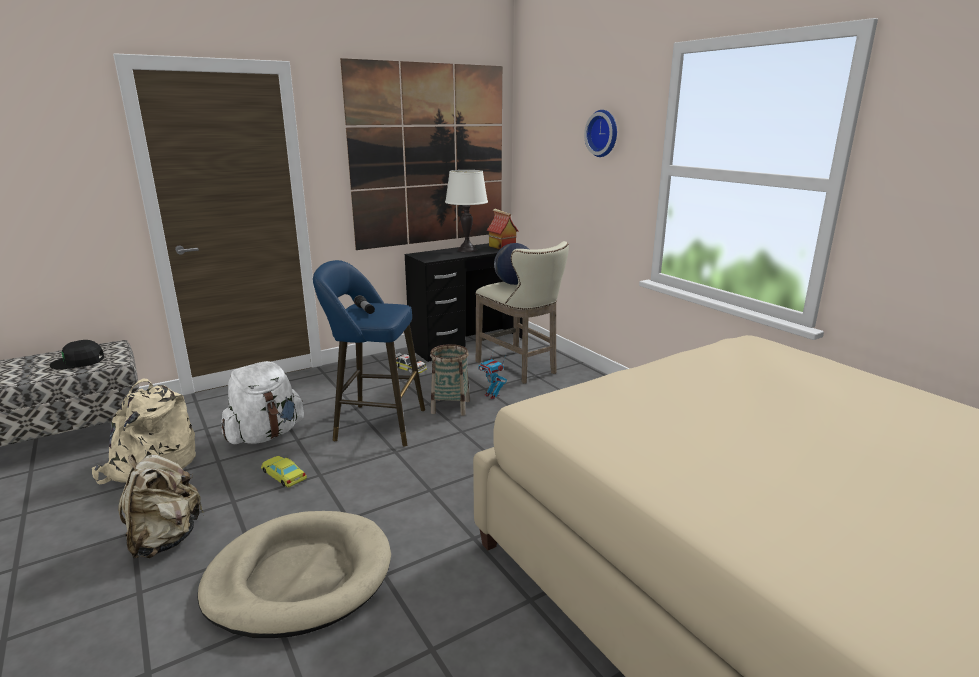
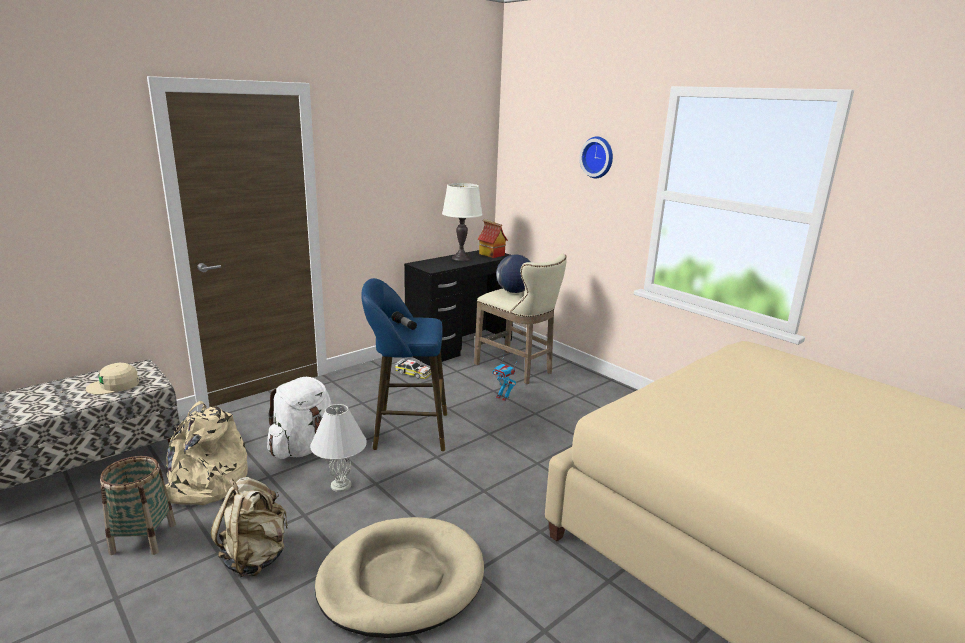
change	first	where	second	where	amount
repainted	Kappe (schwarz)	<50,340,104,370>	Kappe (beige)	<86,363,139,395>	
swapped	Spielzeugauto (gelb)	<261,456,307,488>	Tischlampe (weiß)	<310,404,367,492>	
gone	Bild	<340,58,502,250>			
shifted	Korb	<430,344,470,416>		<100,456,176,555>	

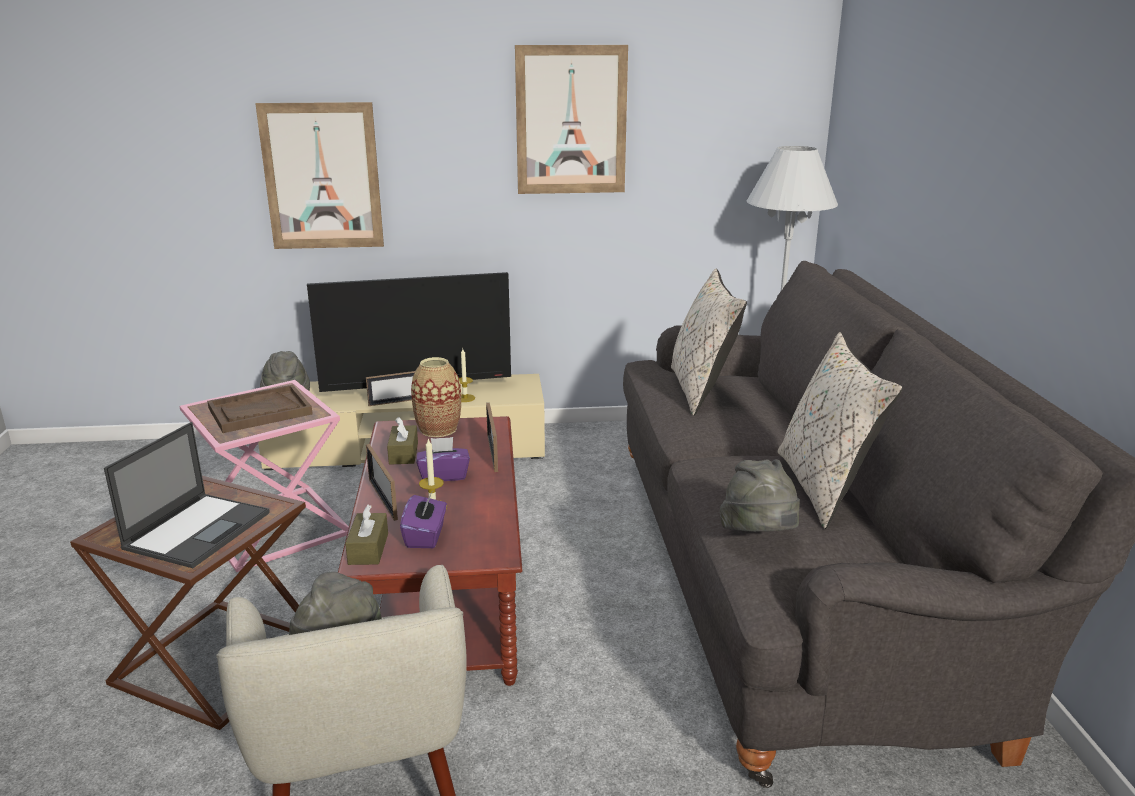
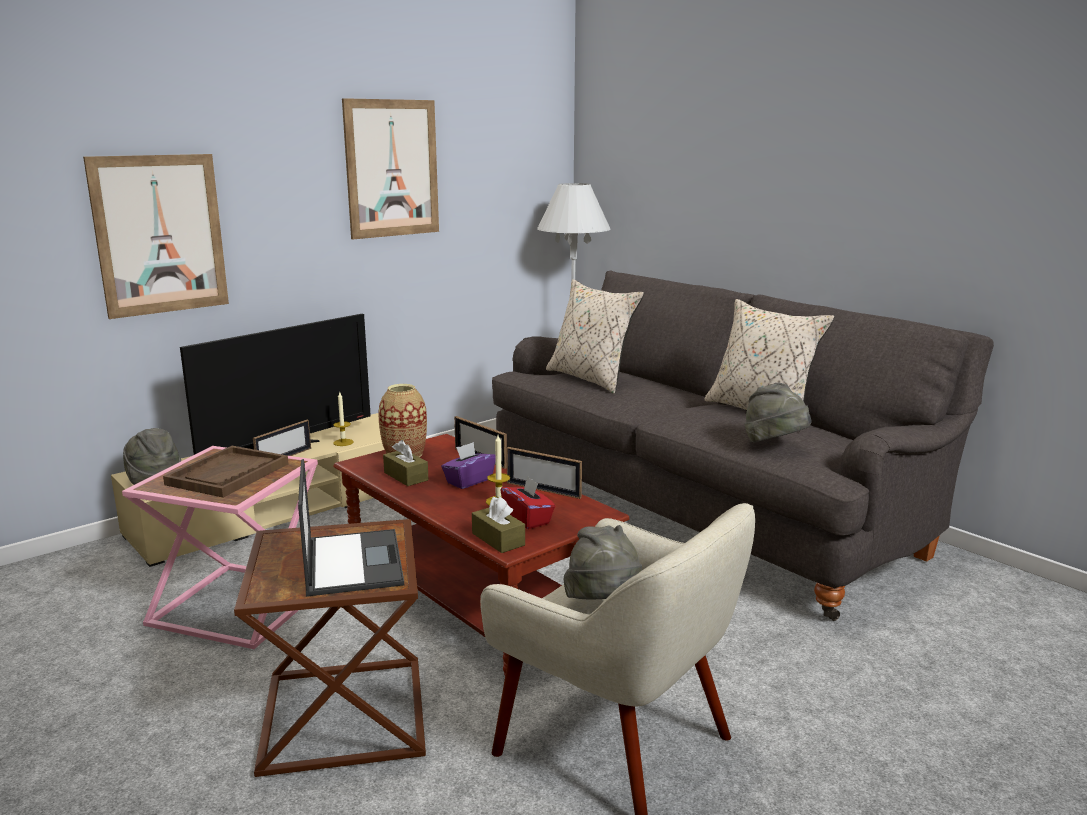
change	first	where	second	where	amount
shifted	Bilderrahmen	<366,444,398,521>		<507,447,582,499>	
repainted	Taschentuchbox (lila)	<400,492,447,548>	Taschentuchbox (rot)	<501,476,555,529>	

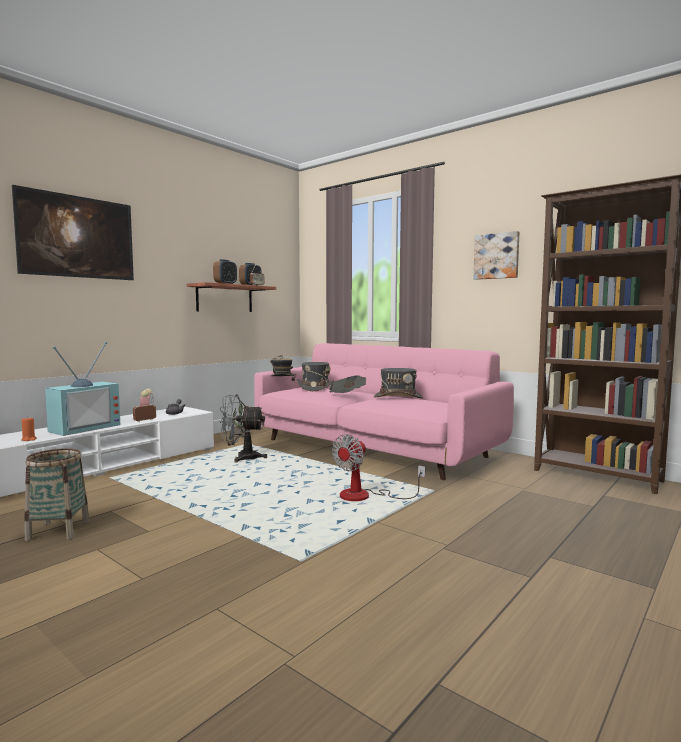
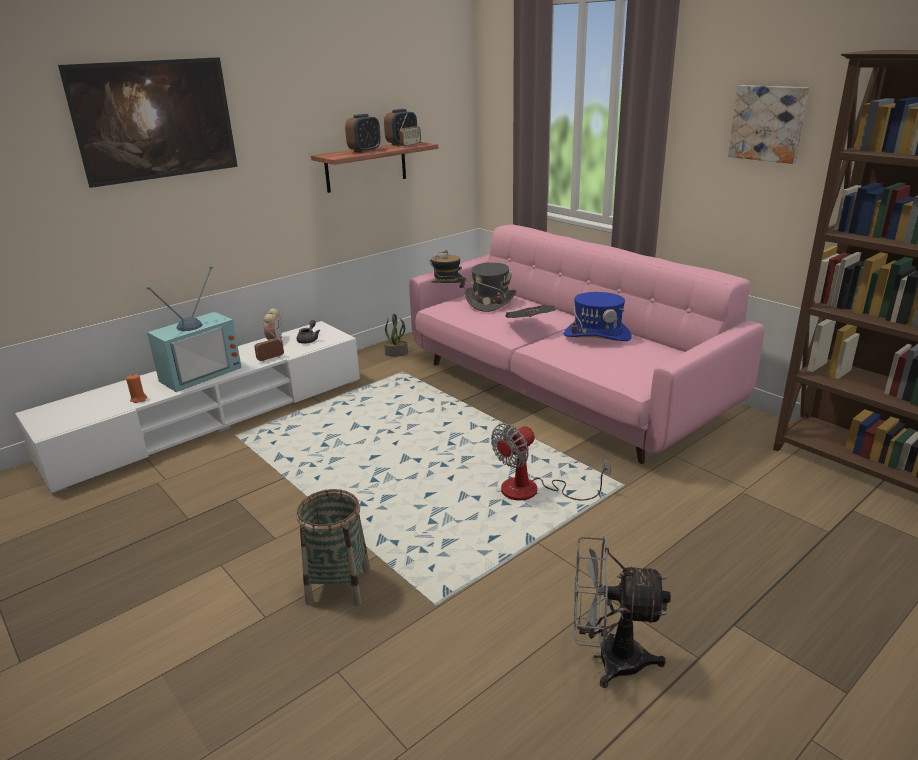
change	first	where	second	where	amount
shifted	Korb	<24,448,90,541>		<296,489,370,606>	
shifted	Ventilator (grau)	<219,394,267,463>		<574,535,671,688>	
repainted	Hut (grau)	<374,368,423,399>	Hut (blau)	<564,292,632,341>	

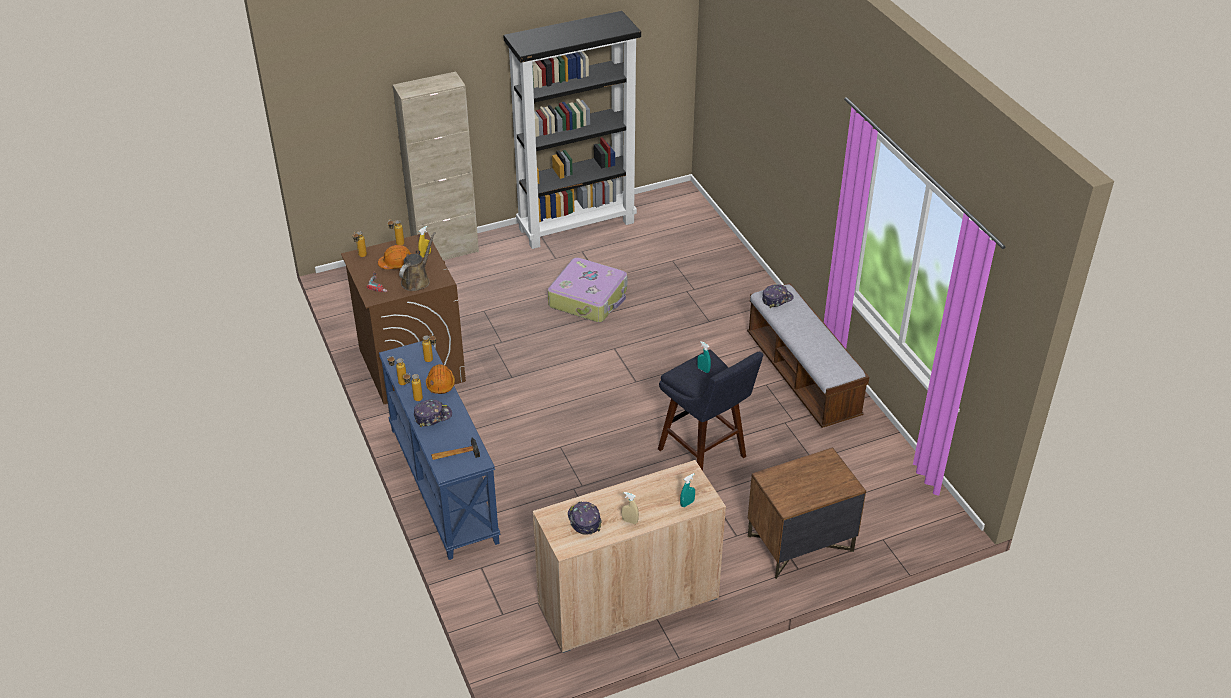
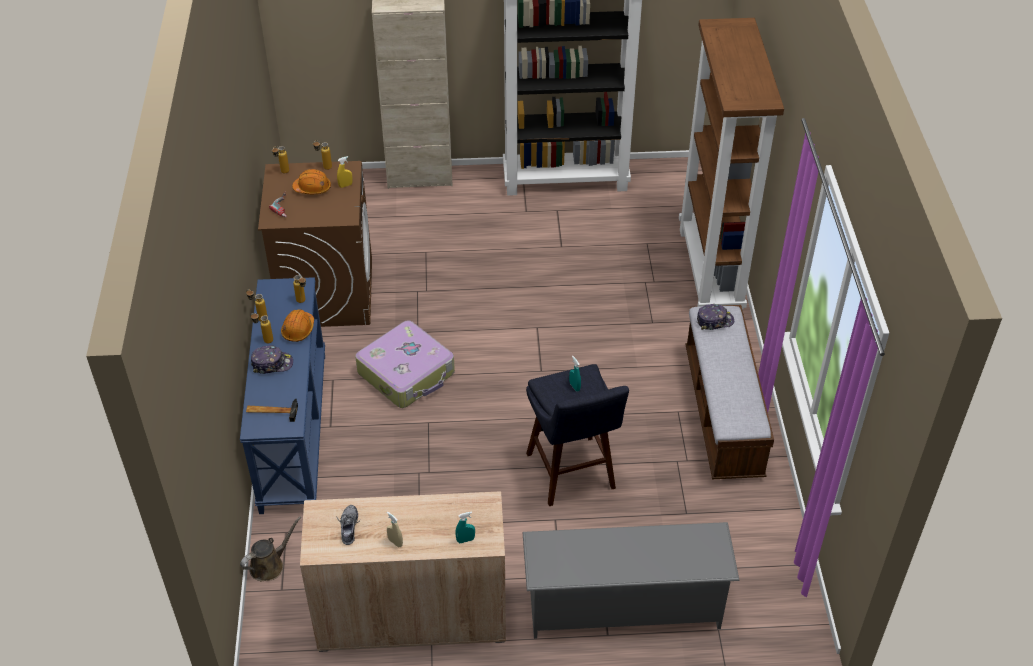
change	first	where	second	where	amount
shifted	Gießkanne (braun)	<399,232,436,291>		<240,516,301,581>	
shifted	Koffer	<548,258,627,322>		<355,320,455,408>	
swapped	Kappe	<568,502,602,535>	Schuh	<336,505,358,545>	
swapped	Nachttisch (braun)	<748,447,866,579>	Schuhregal (grau)	<522,522,740,639>	
new			Bücherregal (braun)	<679,18,784,310>	

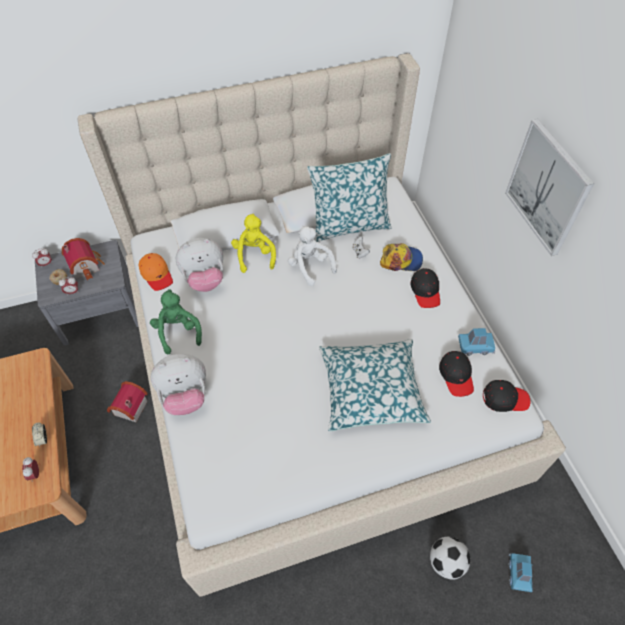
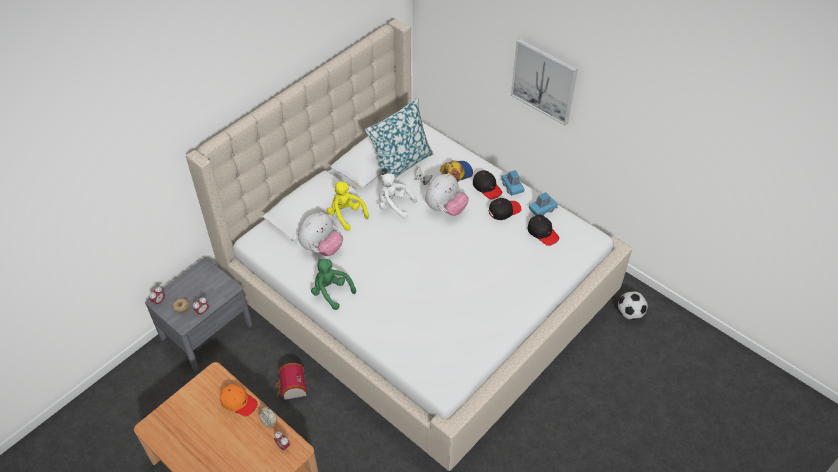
change	first	where	second	where	amount
gone	Spielzeughaus	<62,238,105,280>			
shifted	Kappe (orange)	<139,253,173,291>		<220,384,257,416>	
shifted	Plüschtier	<151,354,206,415>		<425,173,469,216>	
gone	Kissen	<319,339,431,431>			
shifted	Fußball	<430,537,470,580>		<618,291,648,320>	
shifted	Kappe (schwarz)	<483,380,531,412>		<489,198,521,220>	
shifted	Spielzeugauto (blau)	<508,553,532,592>		<501,170,524,196>	

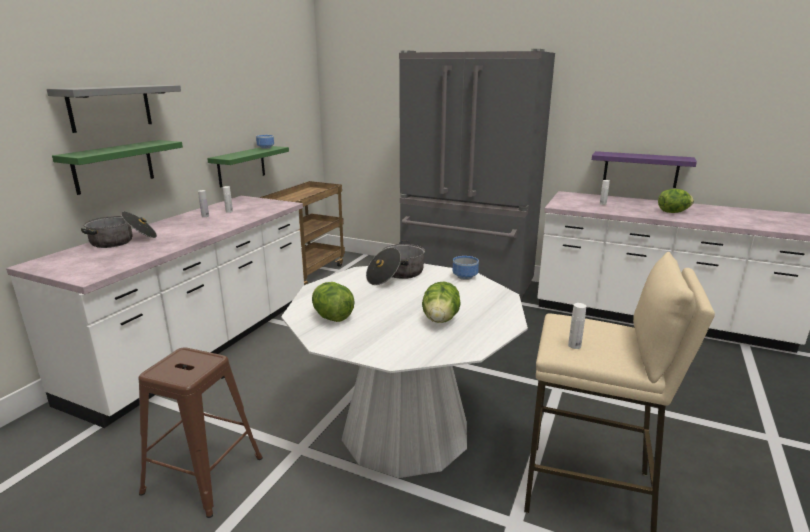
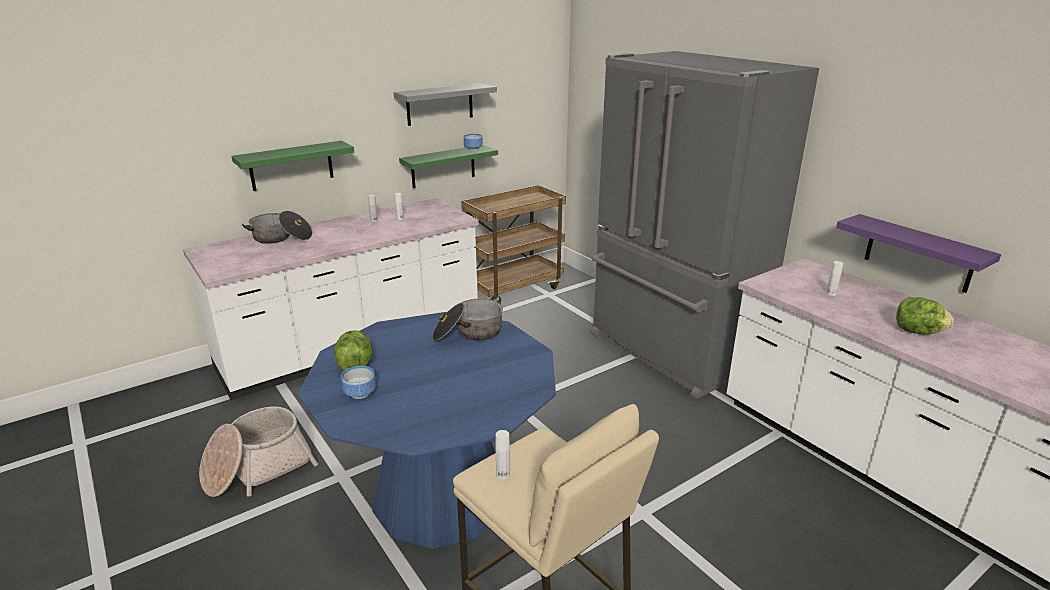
change	first	where	second	where	amount
shifted	Wandregal (grau)	<47,85,181,133>		<394,83,497,126>	
swapped	Hocker (braun)	<138,347,263,518>	Korb	<199,406,318,497>	
repainted	Esstisch (weiß)	<281,264,528,478>	Esstisch (blau)	<297,312,556,549>	
gone	Salatkopf	<422,282,461,323>			
shifted	Schüssel	<452,256,479,280>		<341,366,376,399>	

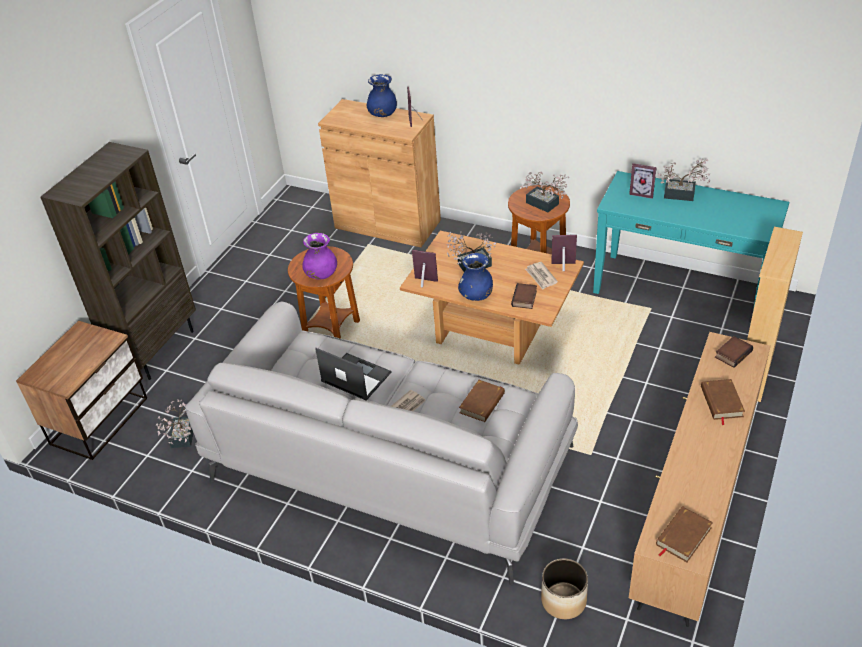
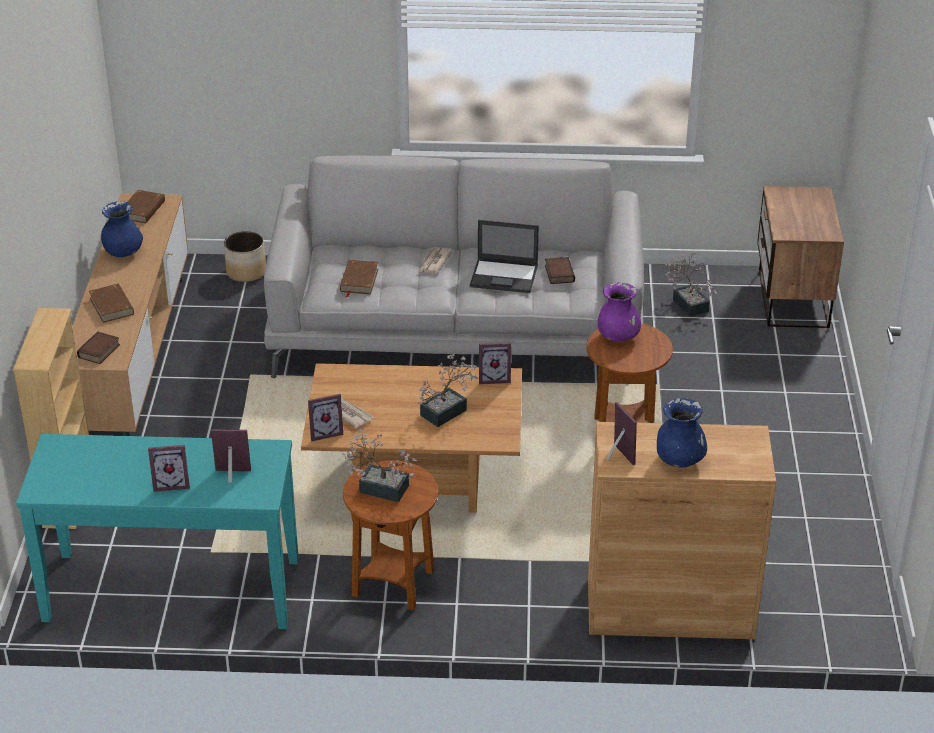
change	first	where	second	where	amount
gone	Bücherregal (braun)	<40,142,196,380>			
shifted	Vase (blau)	<458,253,493,301>		<101,201,143,257>	
shifted	Buch	<511,283,537,309>		<545,257,575,284>	
swapped	Topfpflanze	<658,158,710,201>	Bilderrahmen	<148,445,190,492>	

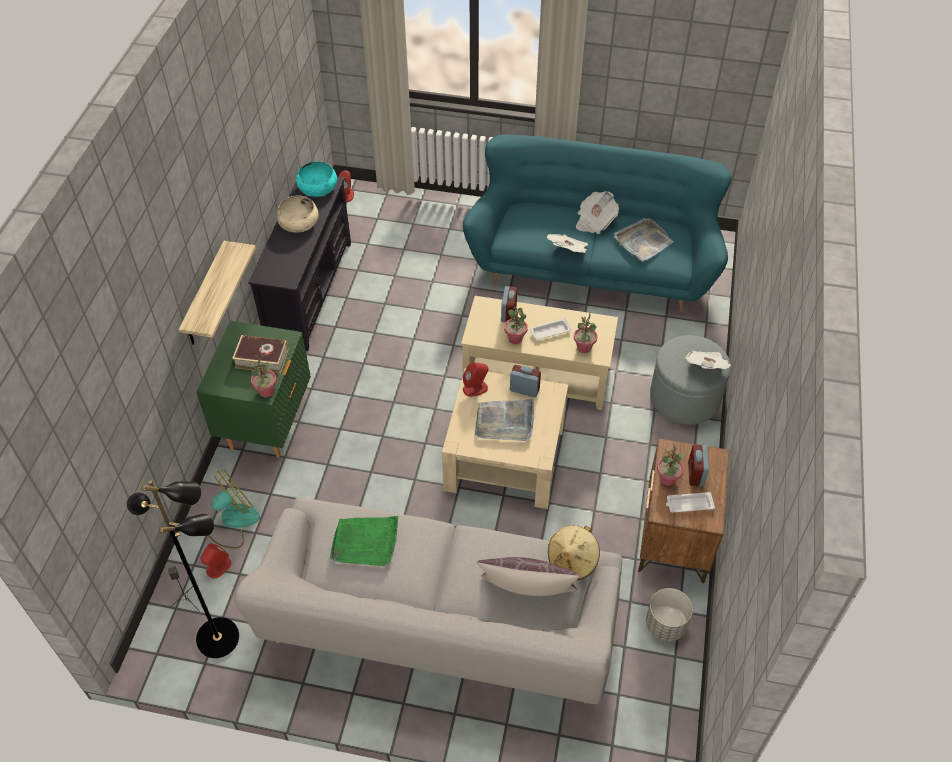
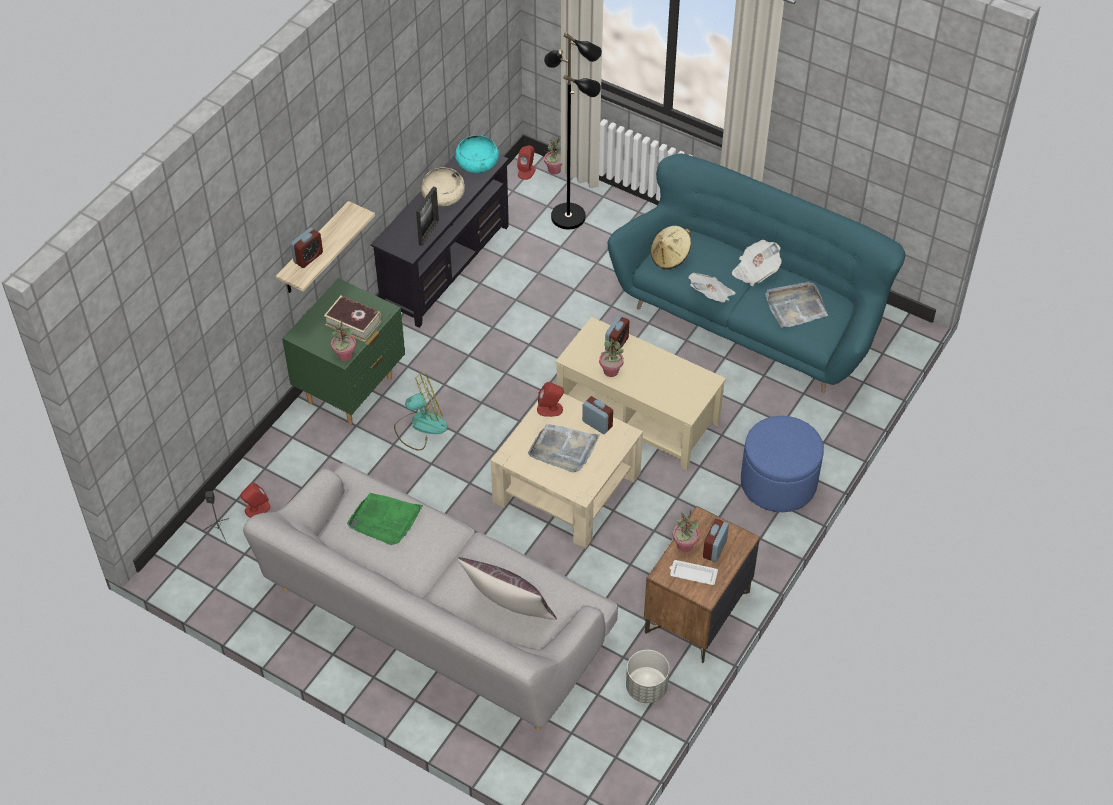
change	first	where	second	where	amount
shifted	Stehlampe (schwarz)	<127,481,239,658>		<544,33,602,229>	
shifted	Ventilator	<208,470,260,548>		<394,373,448,451>	
gone	Tablett (weiß)	<530,318,572,340>			
shifted	Hut (beige)	<548,525,600,580>		<651,226,691,269>	
shifted	Topfpflanze	<574,313,597,353>		<544,137,562,174>	
repainted	Polsterhocker (grau)	<650,335,731,425>	Polsterhocker (blau)	<741,416,824,512>	
gone	Zeitung	<685,351,731,369>			
new			Wecker	<291,227,323,268>	
new			Bilderrahmen	<416,186,439,246>	

